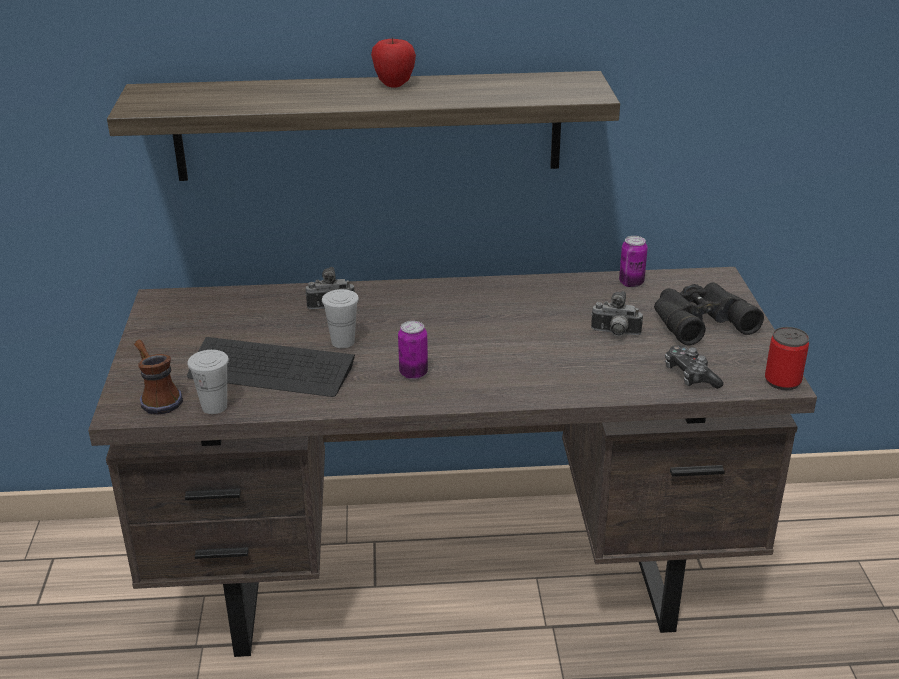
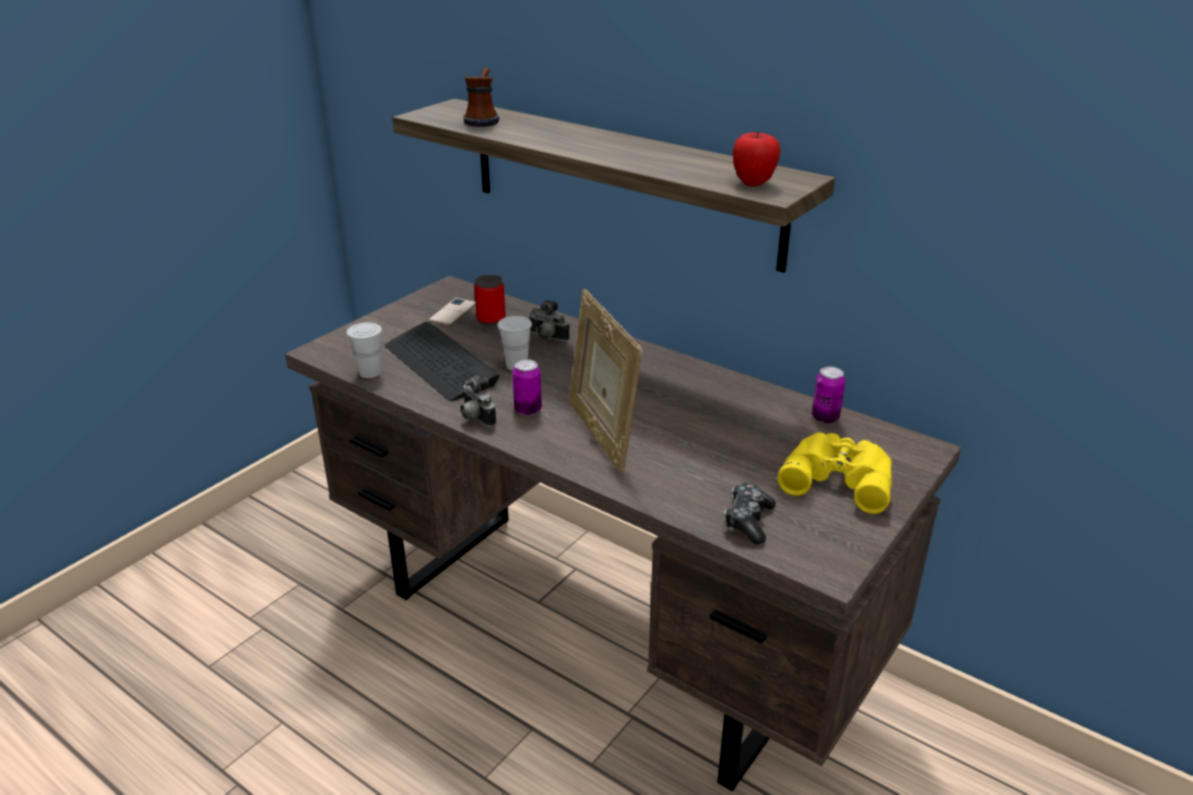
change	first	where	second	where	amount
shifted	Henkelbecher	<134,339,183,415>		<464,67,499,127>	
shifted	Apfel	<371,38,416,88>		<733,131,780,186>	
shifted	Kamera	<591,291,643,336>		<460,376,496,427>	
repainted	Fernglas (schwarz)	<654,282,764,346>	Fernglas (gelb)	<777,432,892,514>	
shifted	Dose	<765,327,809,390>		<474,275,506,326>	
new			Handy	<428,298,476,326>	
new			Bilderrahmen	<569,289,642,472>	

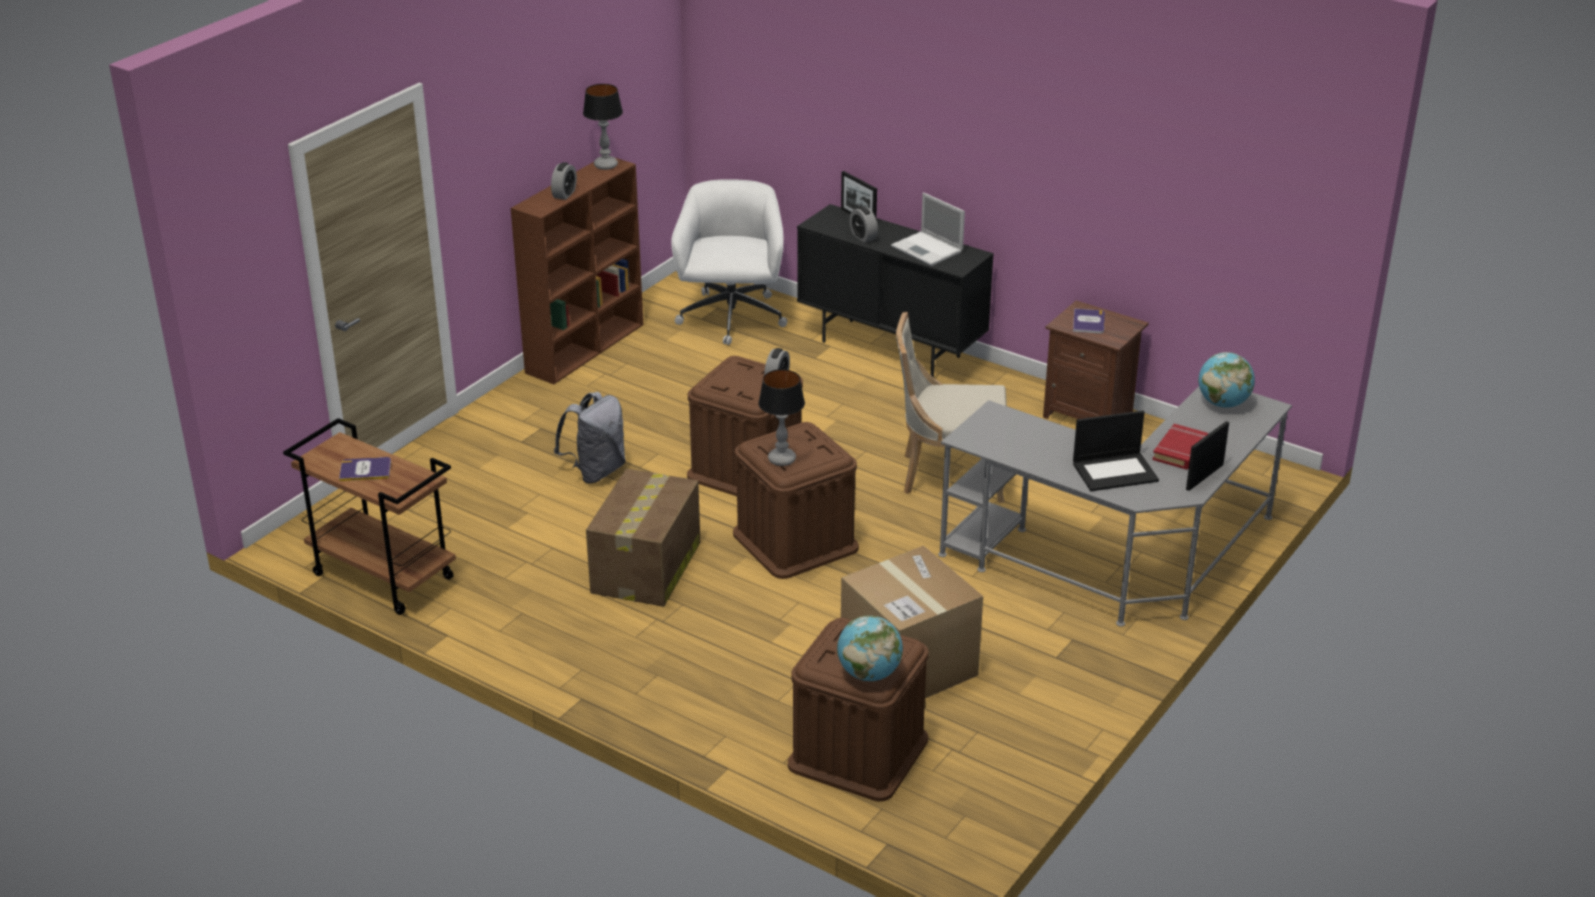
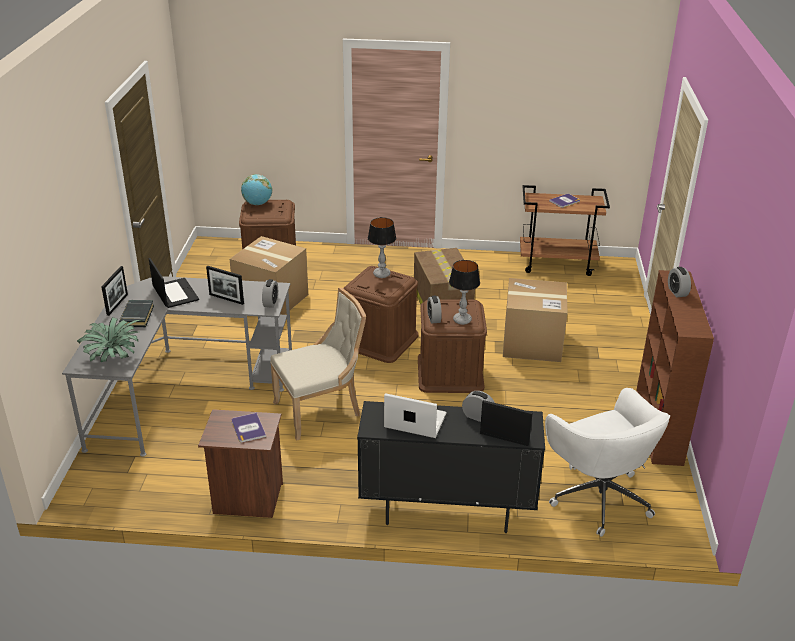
change	first	where	second	where	amount
swapped	Rucksack (grau)	<554,392,626,484>	Karton	<503,278,568,362>	
shifted	Tischlampe	<583,84,623,170>		<449,260,480,325>	
rotated	Laptop	<1073,411,1159,491>		<149,258,199,308>	105 degrees clockwise
repainted	Buch (rot)	<1152,424,1208,470>	Buch (schwarz)	<119,300,154,327>	
swapped	Globus	<1198,352,1255,408>	Topfpflanze	<77,317,143,362>	
new			Bilderrahmen	<206,266,244,305>	
new			Wecker	<262,279,278,308>	

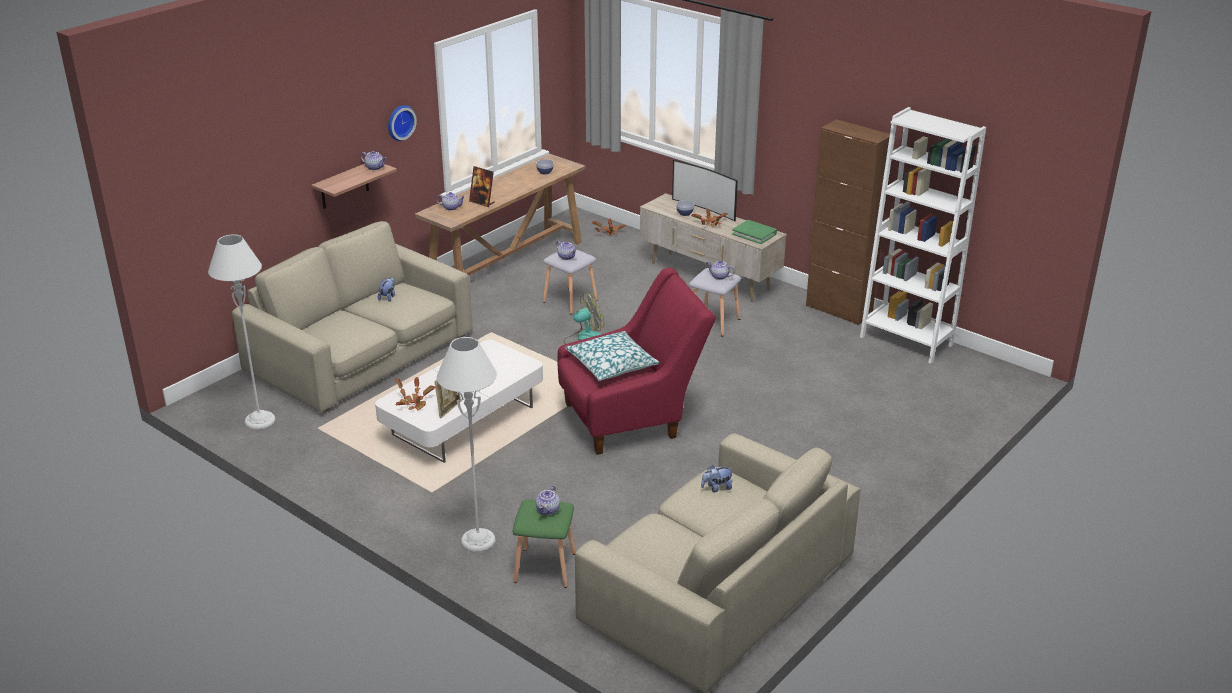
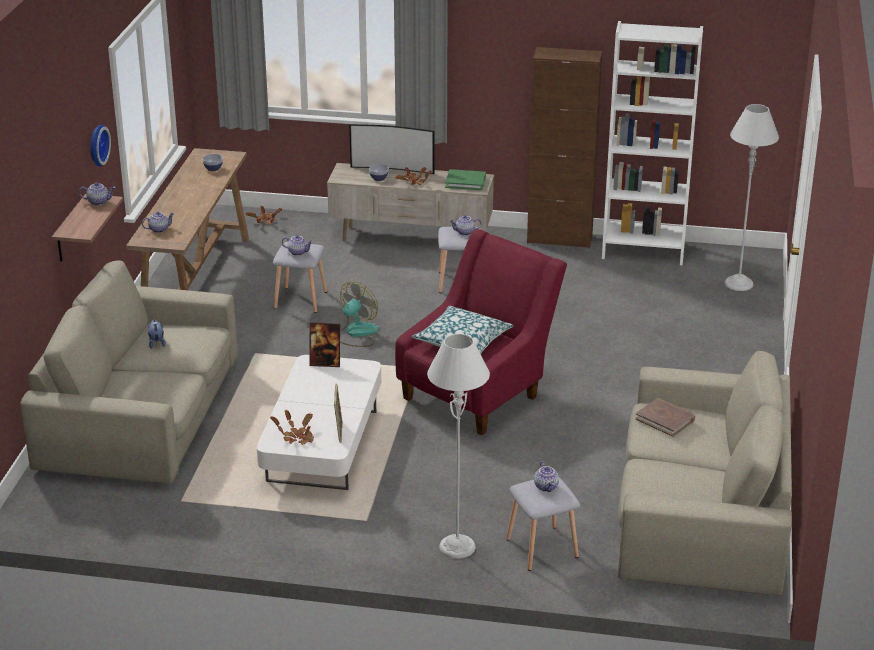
change	first	where	second	where	amount
shifted	Stehlampe (grau)	<208,234,276,429>		<725,104,779,291>	
shifted	Bilderrahmen	<469,166,495,207>		<310,322,340,367>	
repainted	Hocker (grün)	<513,499,576,588>	Hocker (grau)	<506,477,580,571>	
swapped	Plüschtier	<701,465,733,492>	Buch (braun)	<635,398,695,437>	

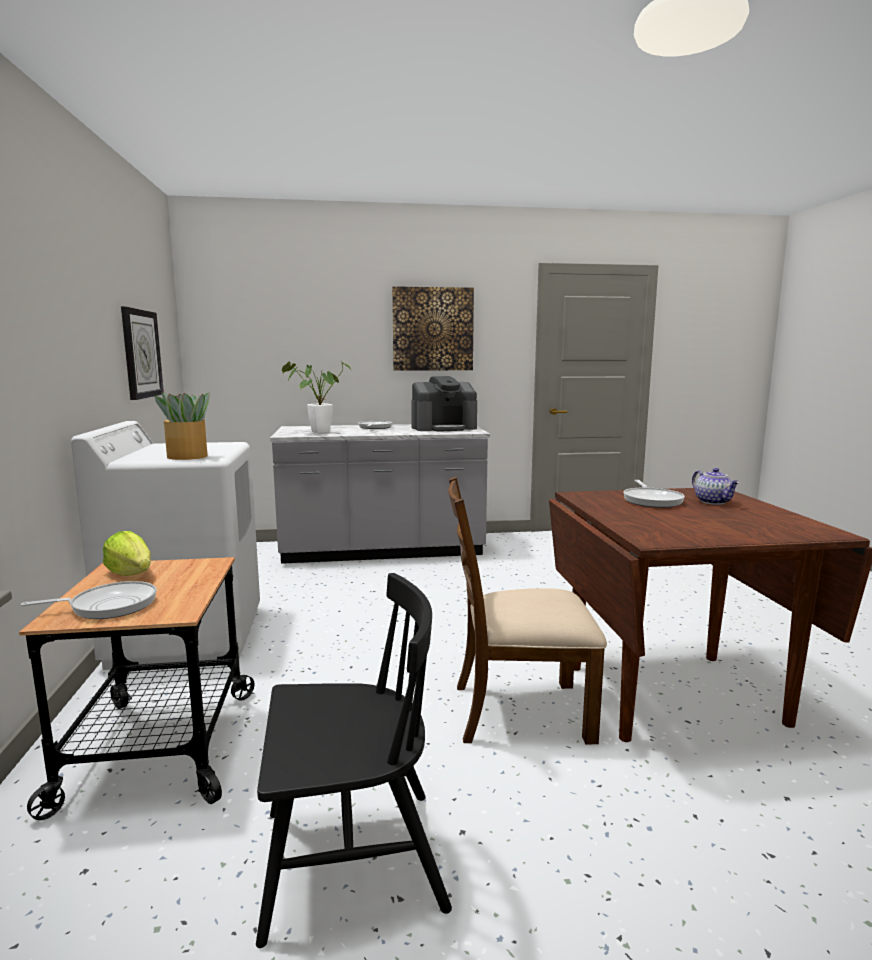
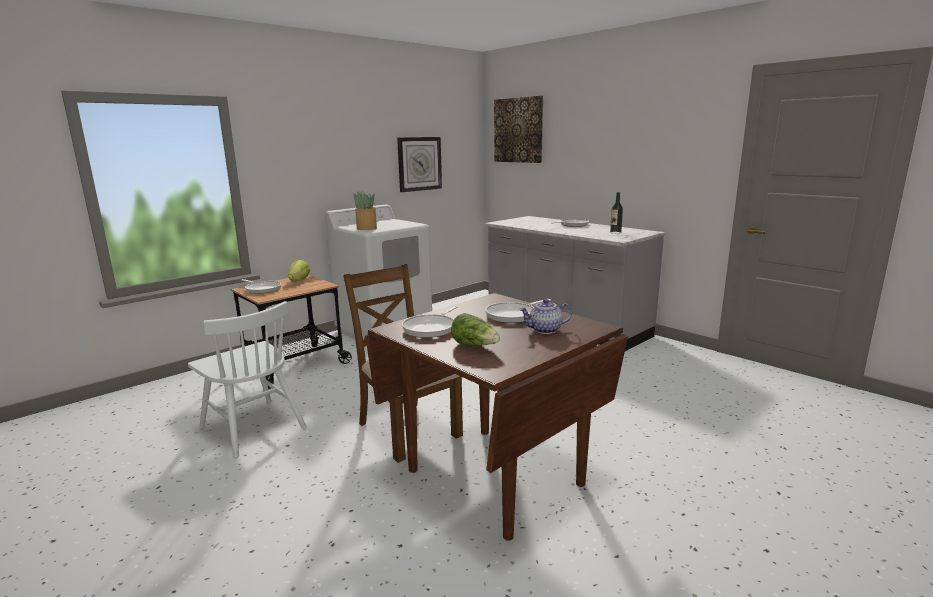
change	first	where	second	where	amount
repainted	Stuhl (schwarz)	<256,573,452,948>	Stuhl (weiß)	<188,301,307,458>	
gone	Topfpflanze	<282,362,351,434>			
shifted	Bild	<392,286,474,371>		<494,96,543,163>	
swapped	Kaffeemaschine	<411,376,477,432>	Flasche	<610,192,623,234>	
rotated	Teekanne	<692,468,740,505>		<519,299,572,334>	45 degrees clockwise
new			Pfanne	<402,306,458,338>	
new			Salatkopf	<451,313,500,346>	

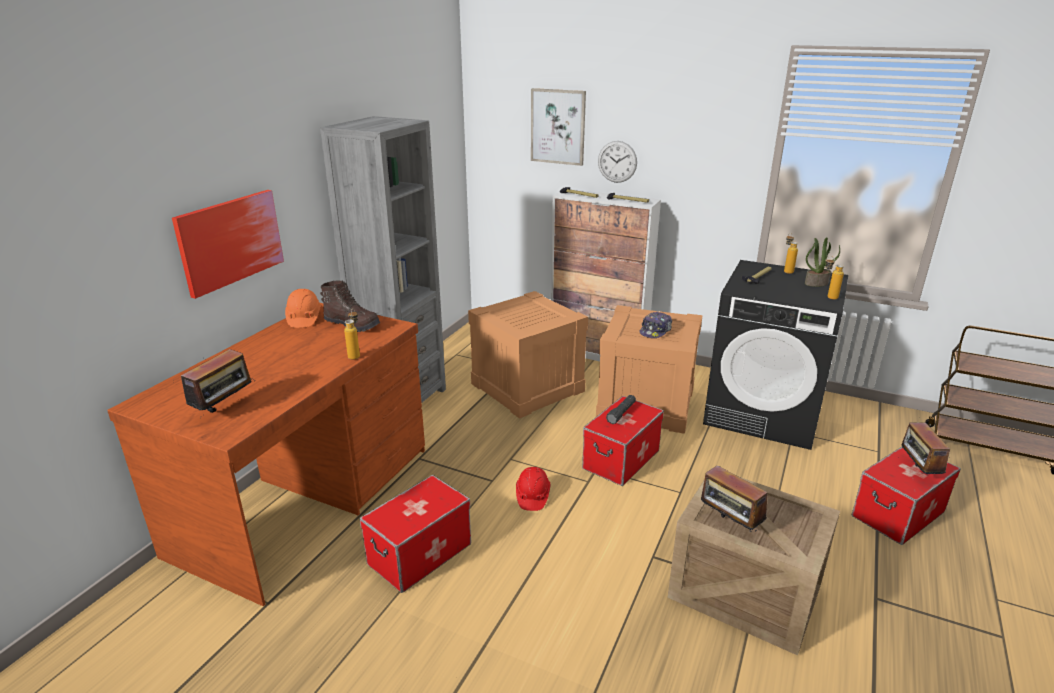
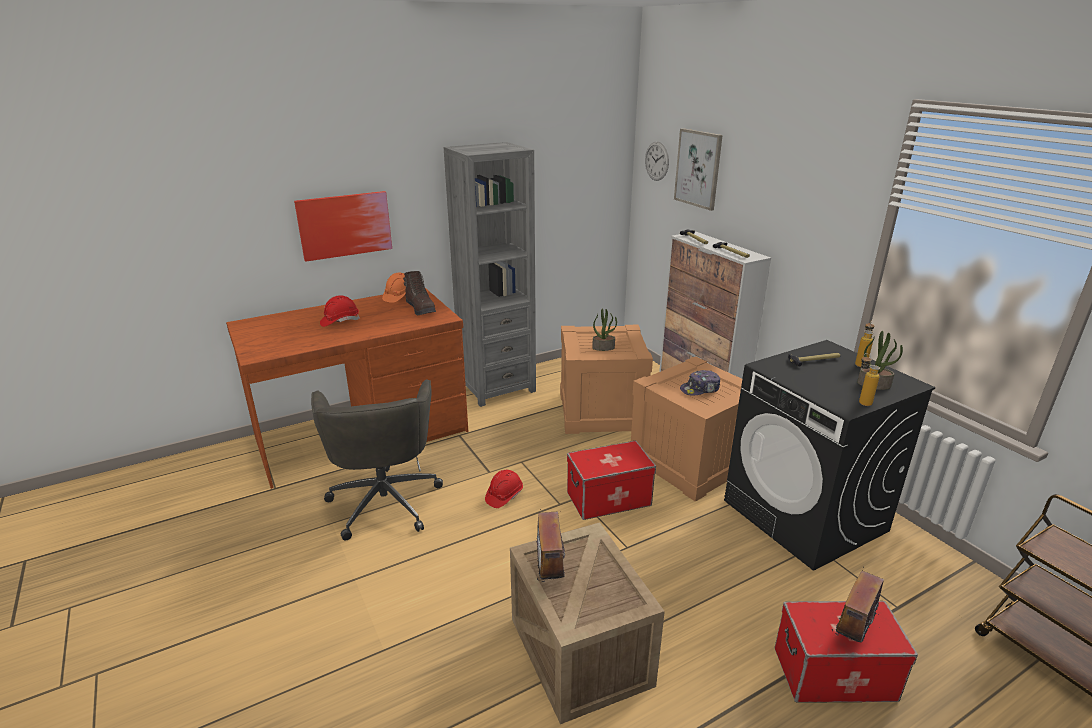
change	first	where	second	where	amount
gone	Radio	<175,349,255,416>			
gone	Flasche	<344,308,360,360>			
swapped	Aufbewahrungsbox	<360,475,471,593>	Bürostuhl (grau)	<311,380,443,540>	
shifted	Wanduhr	<598,141,637,183>		<645,142,669,181>	
gone	Taschenlampe (schwarz)	<606,395,636,424>			
new			Schutzhelm (rot)	<320,295,360,327>	
new			Topfpflanze	<592,308,617,351>	

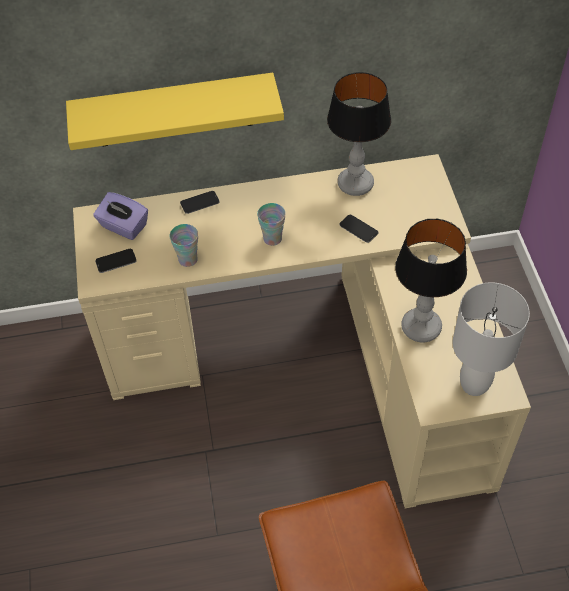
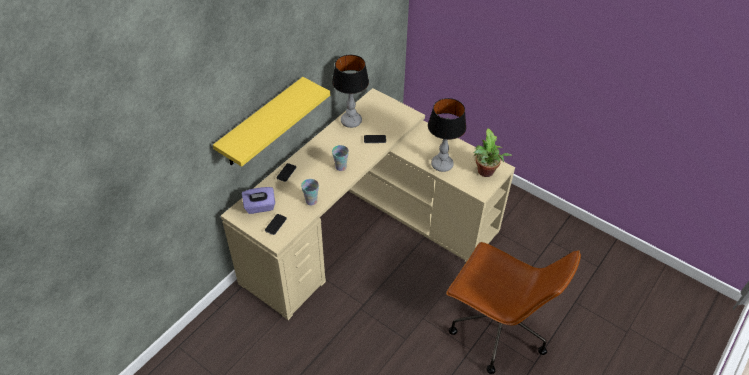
change	first	where	second	where	amount
swapped	Tischlampe (weiß)	<453,282,530,396>	Topfpflanze	<474,128,512,177>	

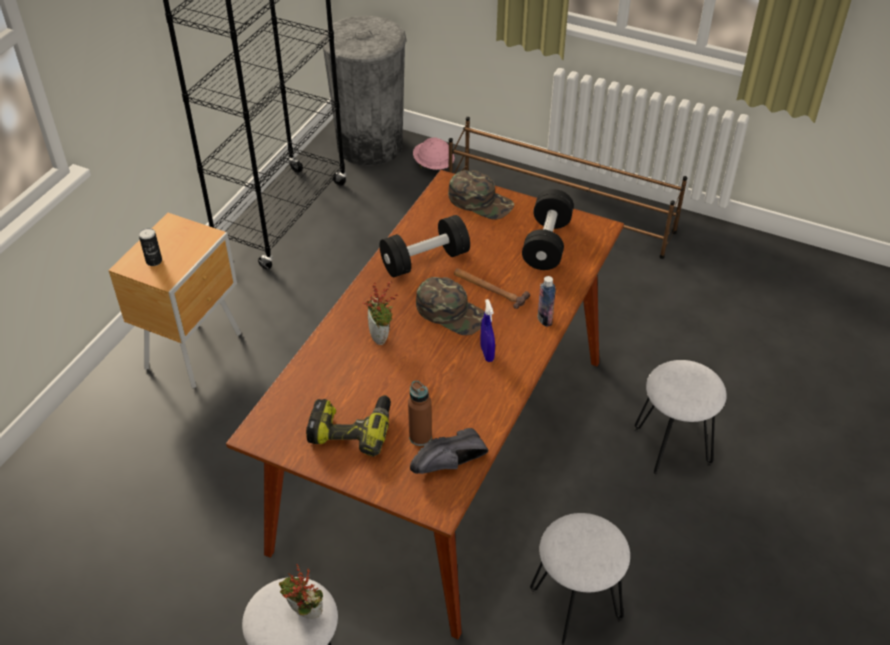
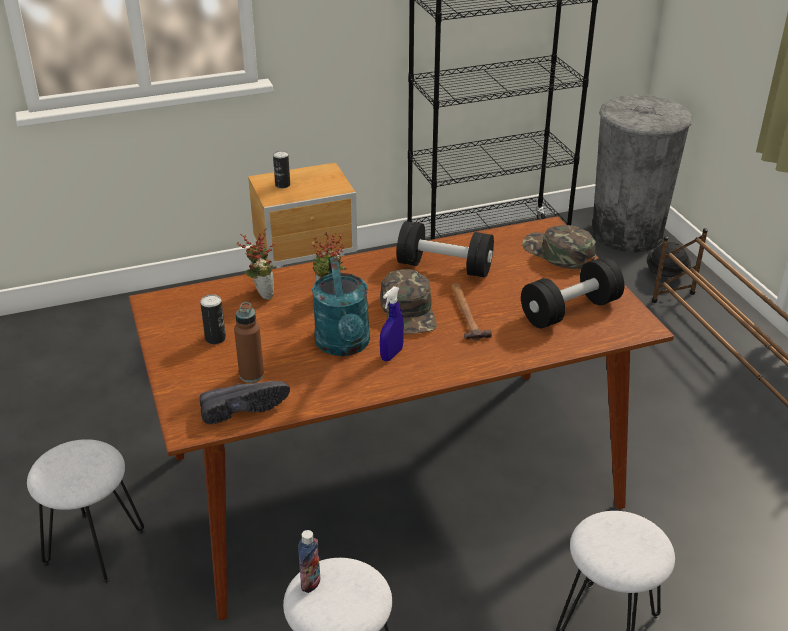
change	first	where	second	where	amount
shifted	Topfpflanze	<279,564,323,619>		<237,228,275,300>	
swapped	Bohrmaschine	<306,395,391,457>	Dose	<200,294,226,344>	
rotated	Schuh (schwarz)	<410,428,488,474>		<200,381,290,424>	150 degrees clockwise
repainted	Schutzhelm (rosa)	<413,137,454,170>	Schutzhelm (schwarz)	<647,242,691,277>	
rotated	Kappe (grün)	<448,170,514,220>		<522,225,596,269>	150 degrees clockwise
shifted	Flasche	<538,276,556,327>		<298,530,320,593>	
new			Gießkanne (türkis)	<312,257,370,356>	

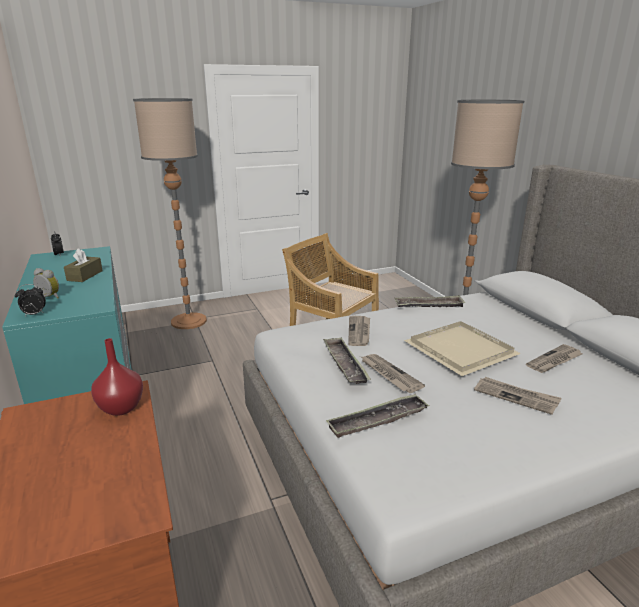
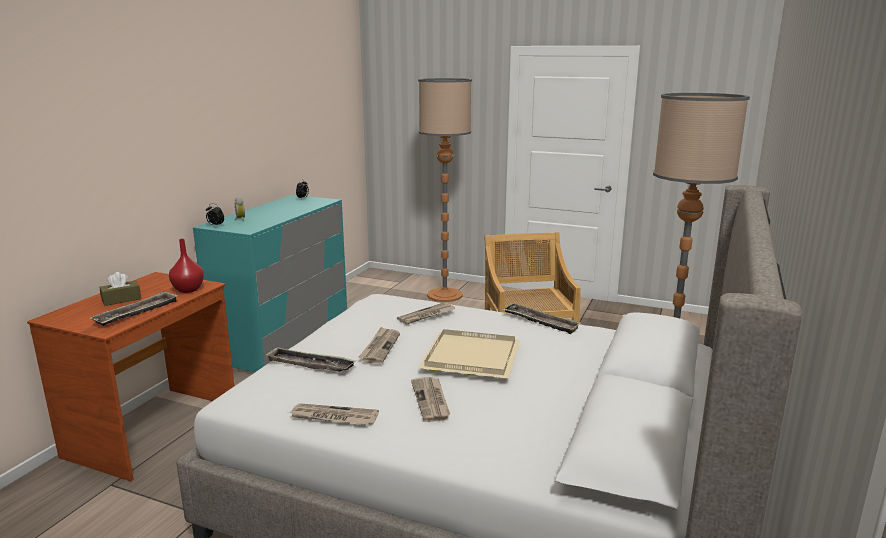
change	first	where	second	where	amount
shifted	Taschentuchbox (braun)	<64,248,103,282>		<99,272,141,306>	
shifted	Tablett	<323,337,371,384>		<90,291,178,326>	
shifted	Zeitung	<526,344,583,373>		<288,403,379,425>	

